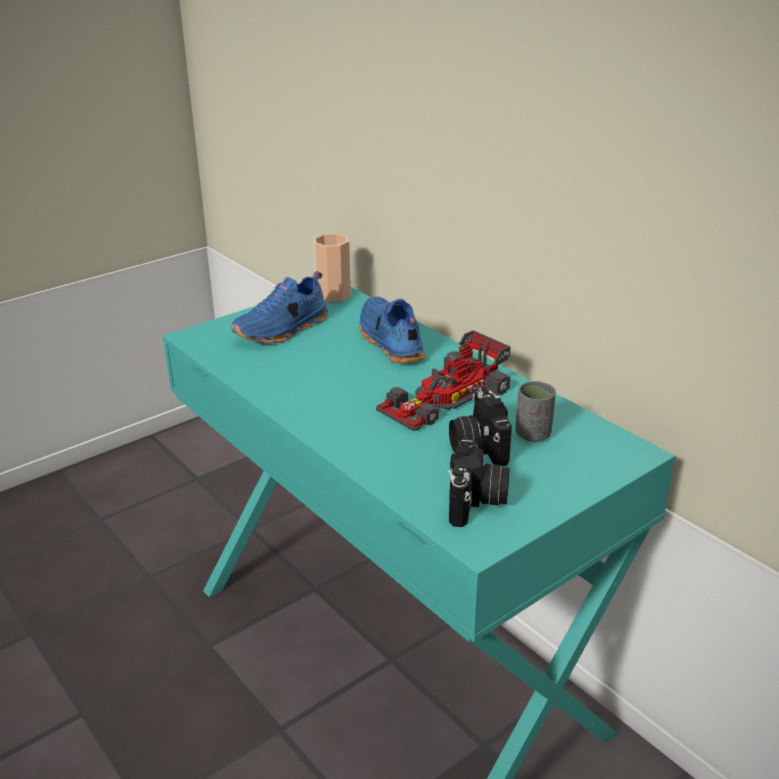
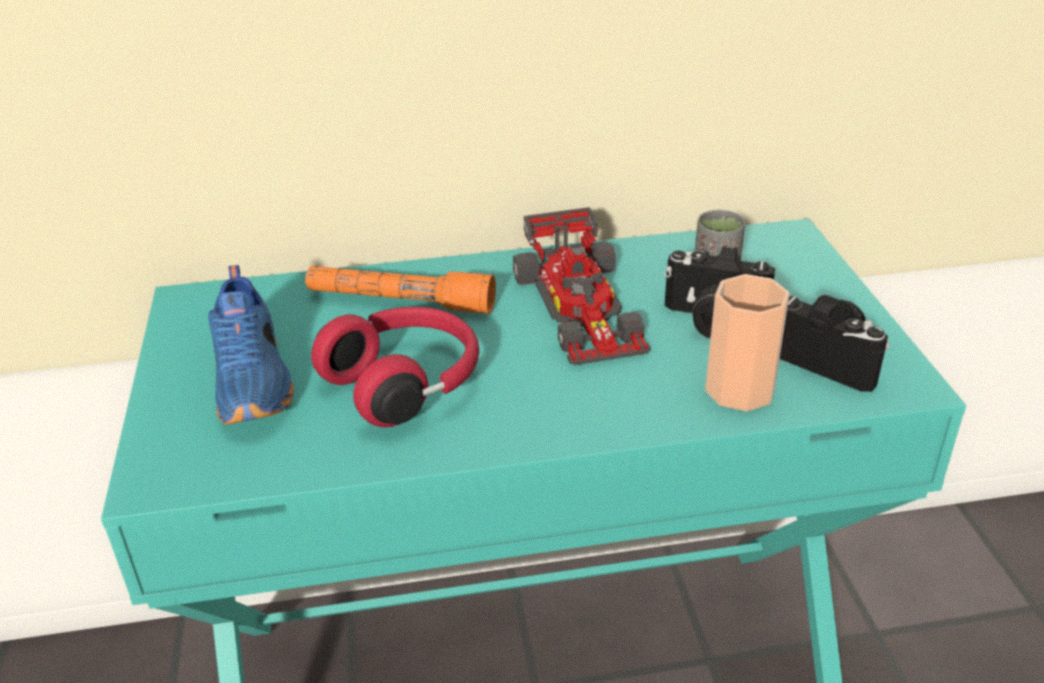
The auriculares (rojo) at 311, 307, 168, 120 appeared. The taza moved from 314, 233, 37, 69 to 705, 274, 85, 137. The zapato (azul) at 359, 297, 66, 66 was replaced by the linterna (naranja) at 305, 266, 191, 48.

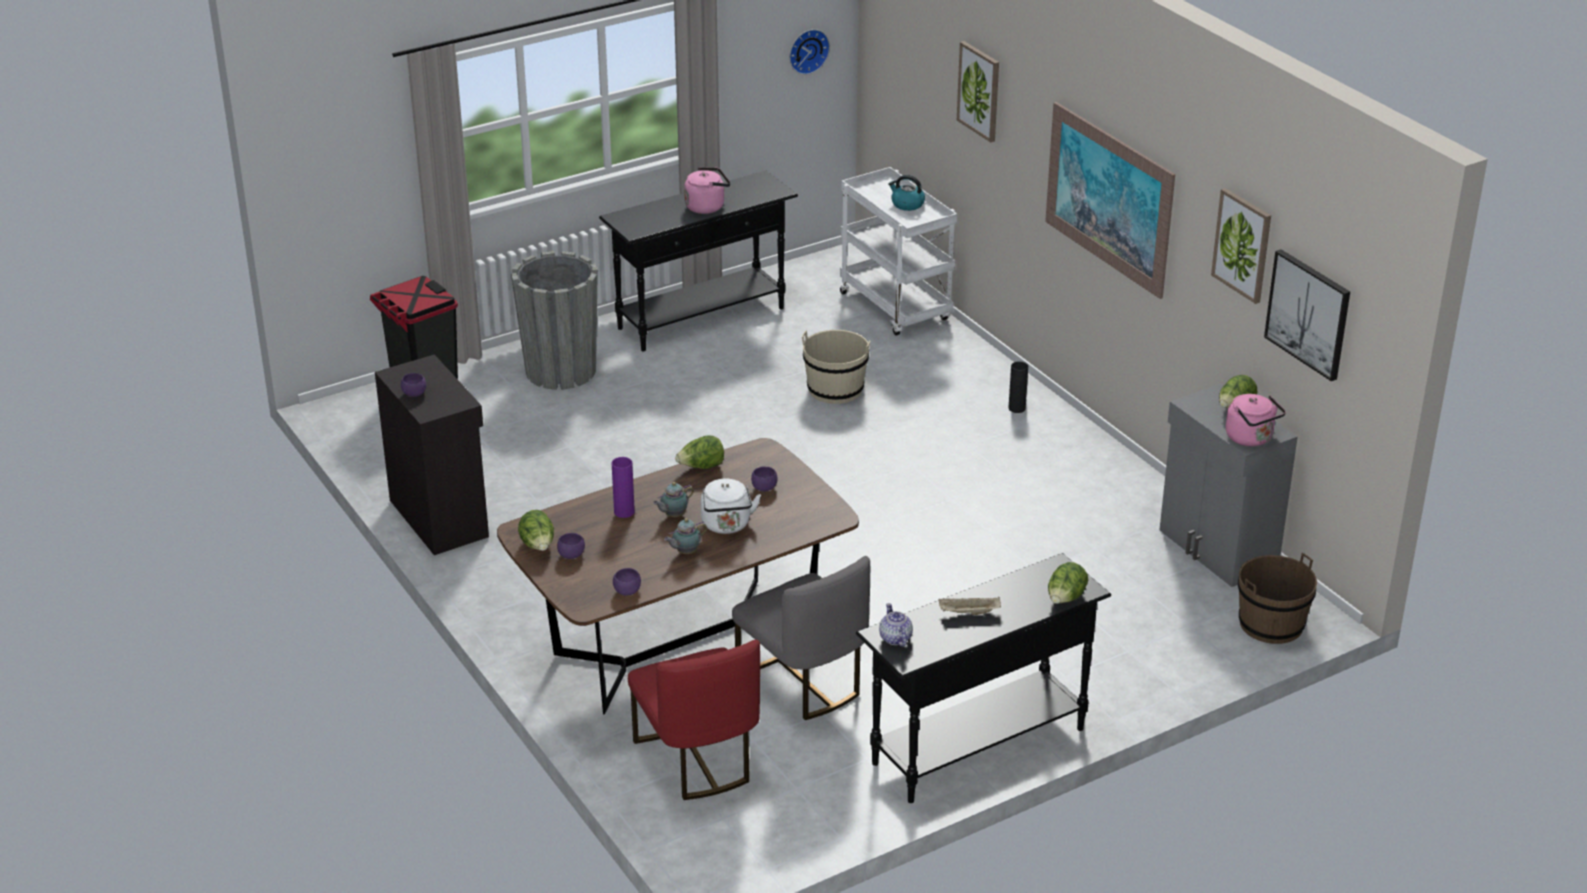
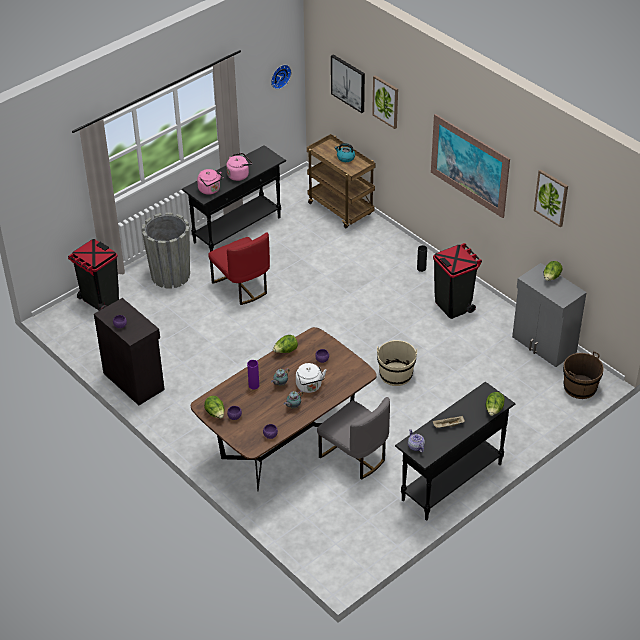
The papelera (negro) at 433, 243, 49, 76 appeared. The silla (rojo) moved from 628, 640, 132, 160 to 208, 232, 62, 73. The cubo (beis) moved from 802, 330, 69, 74 to 377, 340, 40, 46. The hervidor (rosa) moved from 1226, 394, 60, 52 to 197, 169, 27, 26. The cuadro moved from 1264, 249, 86, 132 to 331, 54, 34, 59. The carrito (blanco) at 840, 167, 117, 168 became the carrito (marrón) at 307, 134, 68, 94.

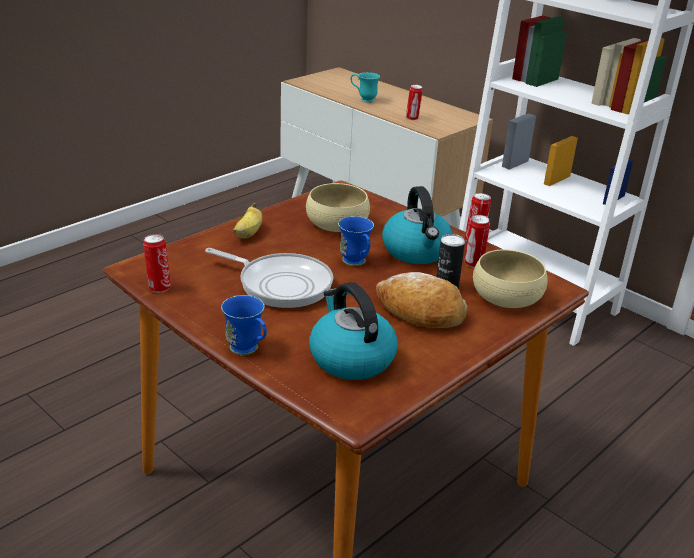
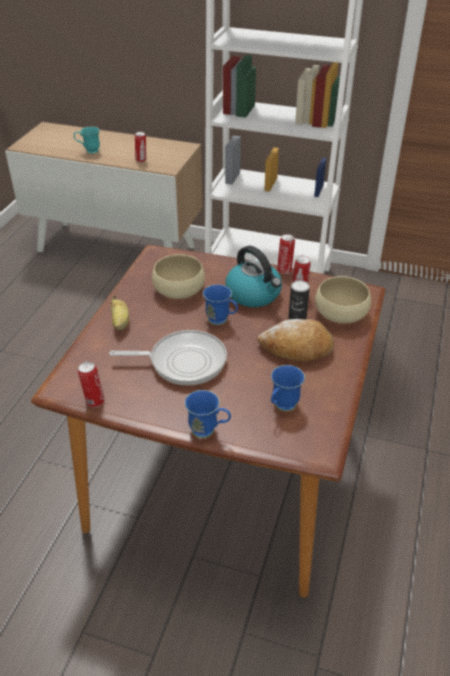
The hervidor at 309, 282, 89, 98 was replaced by the taza grande (azul) at 271, 365, 34, 46.

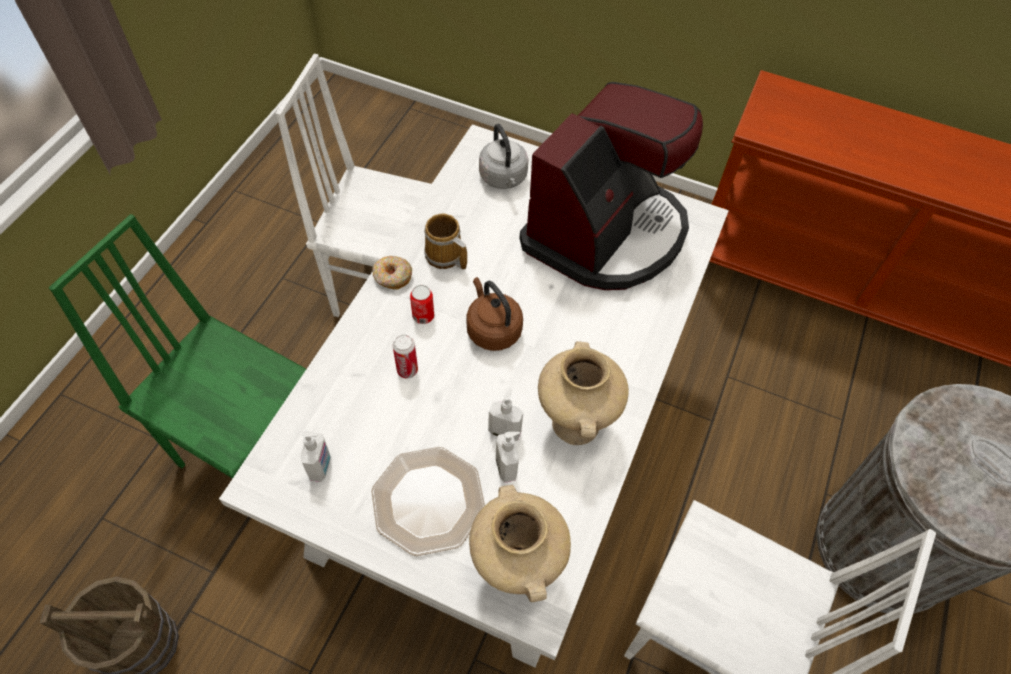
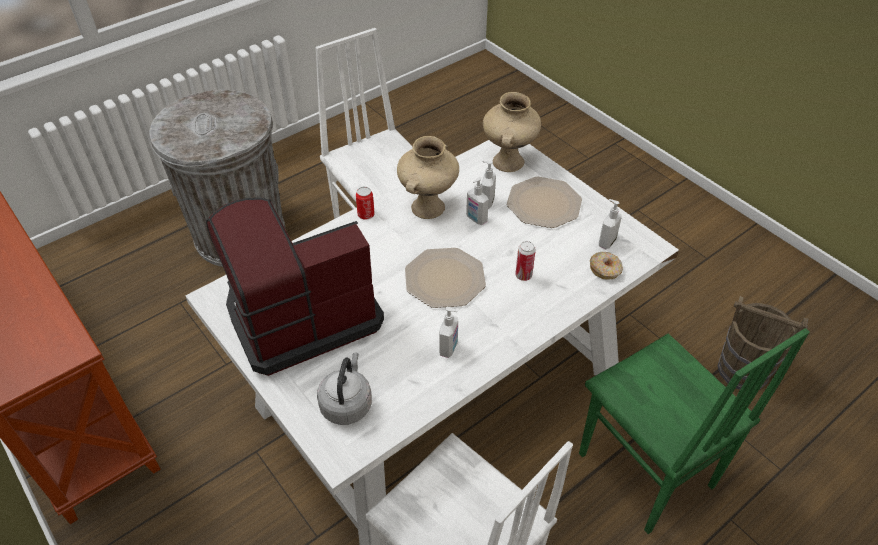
The rosquilla moved from 373, 256, 39, 34 to 590, 252, 33, 28. The lata moved from 410, 285, 24, 39 to 356, 187, 19, 33. The taza grande at 424, 213, 43, 57 was replaced by the dispensador de jabón at 439, 307, 19, 51. The hervidor (marrón) at 466, 277, 57, 74 was replaced by the plato at 405, 248, 81, 60.

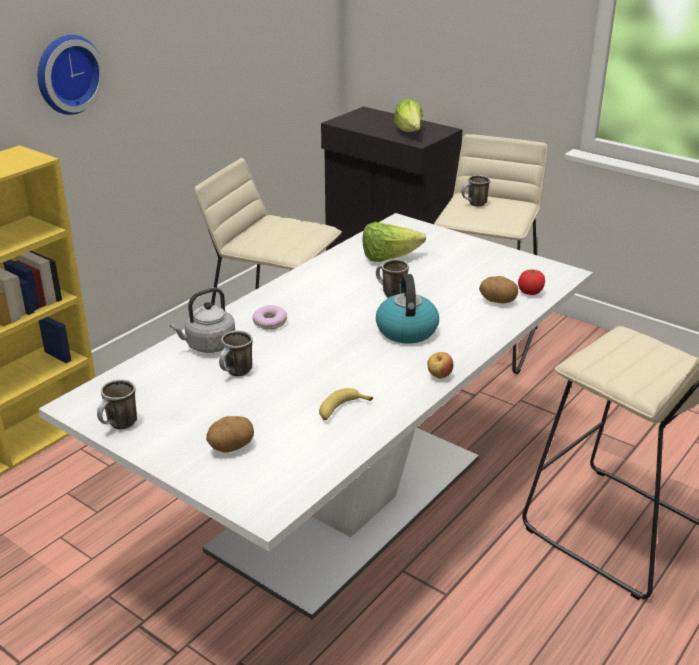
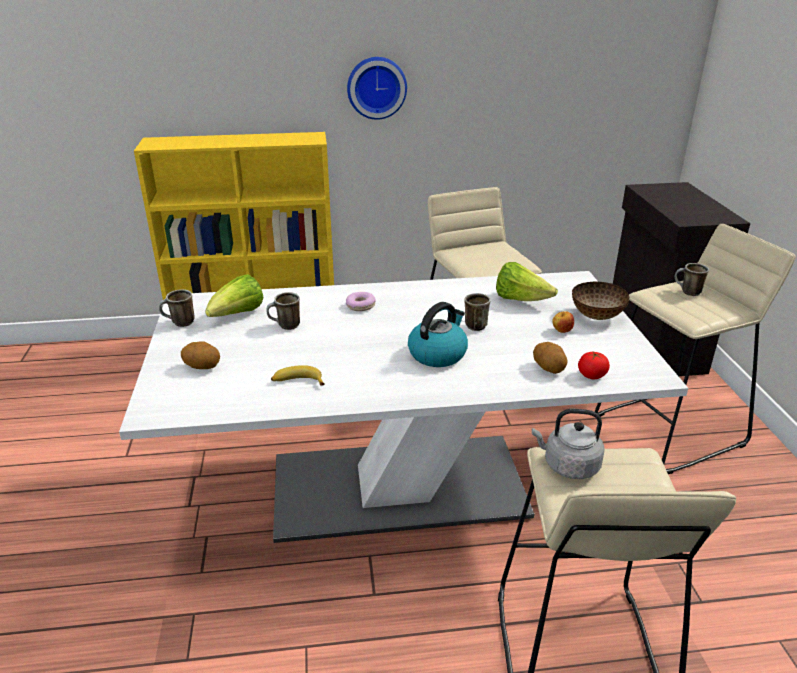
The cuenco at 572, 282, 58, 38 appeared. The hervidor (gris) moved from 170, 288, 65, 65 to 532, 409, 73, 70. The lechuga moved from 394, 99, 29, 33 to 205, 274, 59, 43. The manzana moved from 427, 352, 27, 26 to 552, 311, 22, 22.

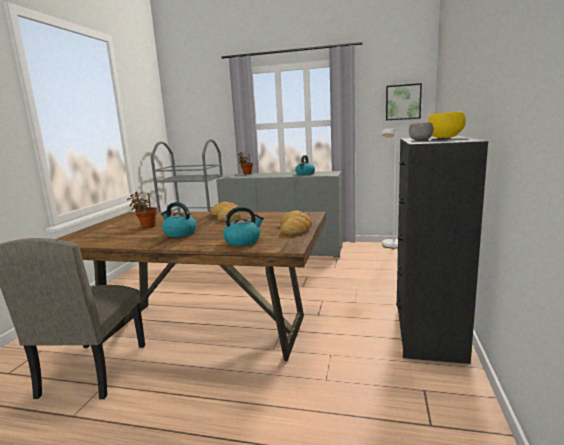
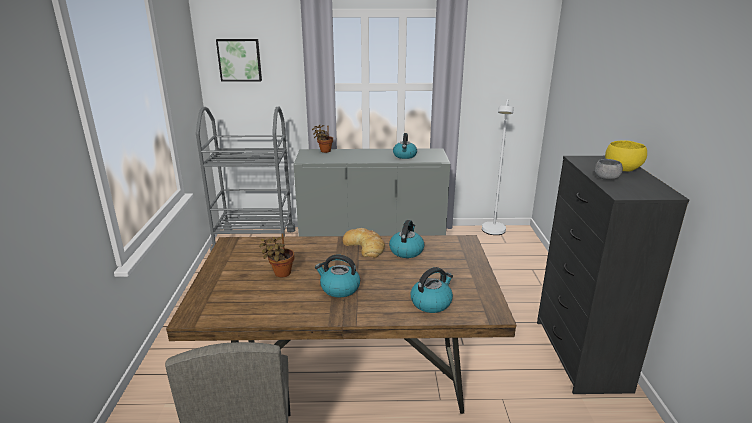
The pan at 280, 211, 32, 23 disappeared. The hervidor at 389, 220, 35, 38 appeared. The cuadro moved from 386, 83, 36, 37 to 216, 39, 46, 43.

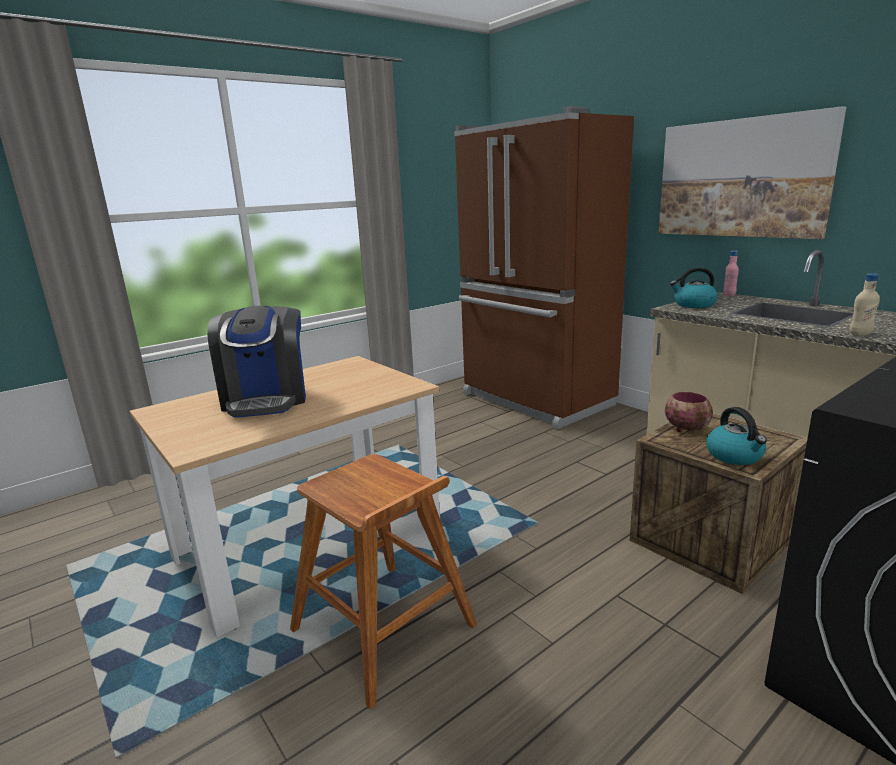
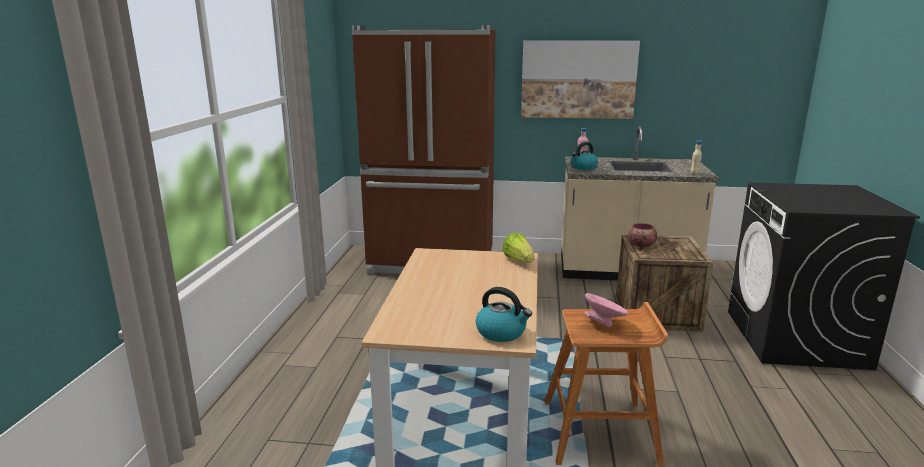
The cafetera at 207, 306, 99, 112 disappeared. The lechuga at 502, 233, 32, 30 appeared. The cuenco (rosa) at 584, 293, 44, 34 appeared. The hervidor moved from 707, 407, 60, 58 to 476, 287, 56, 55.

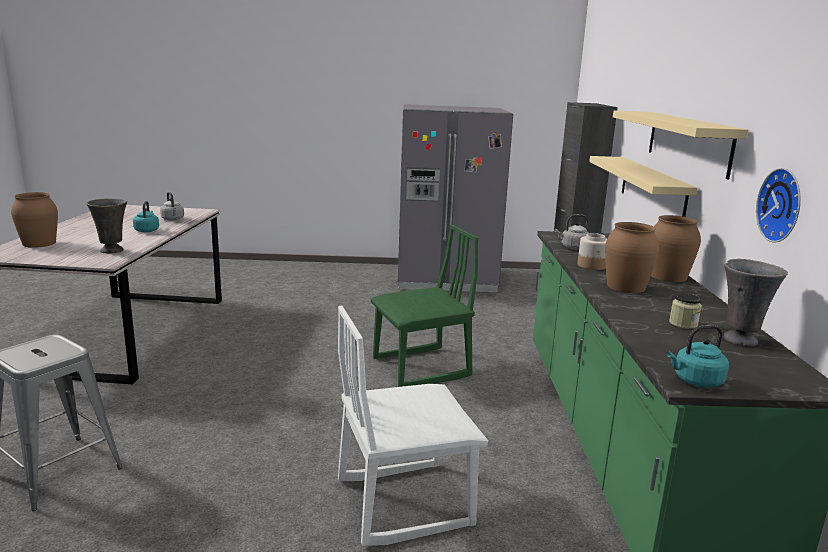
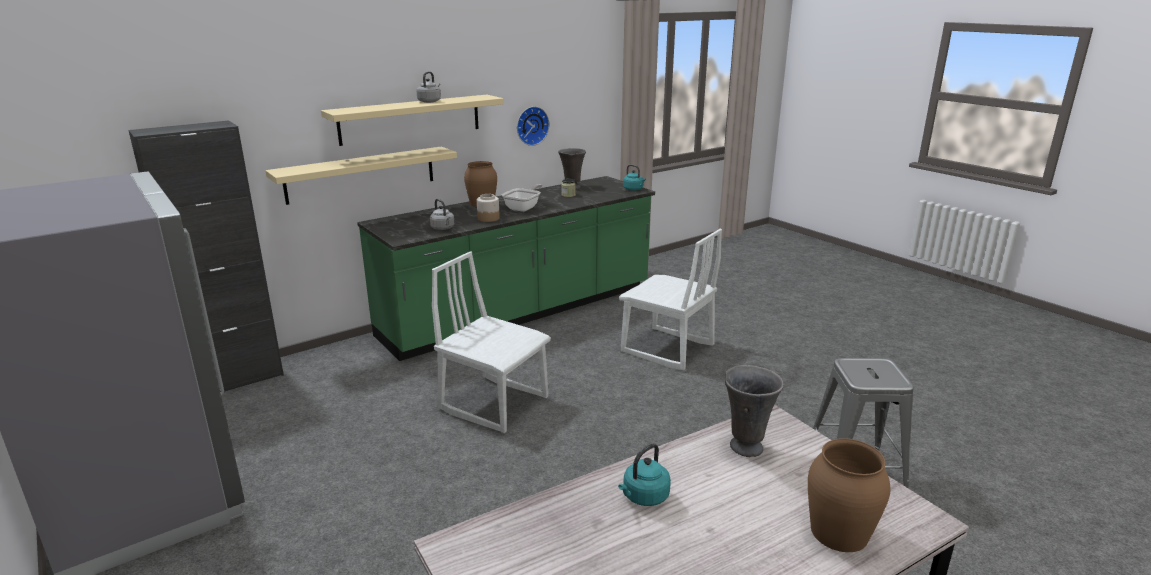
The hervidor (gris) moved from 160, 192, 24, 29 to 417, 71, 24, 32. The florero (marrón) at 605, 222, 54, 71 was replaced by the sartén at 502, 184, 40, 28. The silla (verde) at 370, 224, 108, 163 became the silla (blanco) at 432, 251, 119, 182.

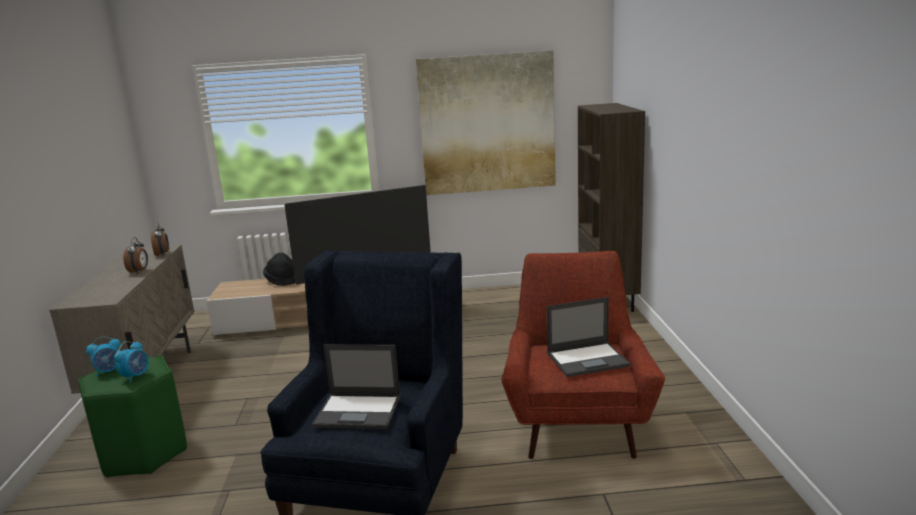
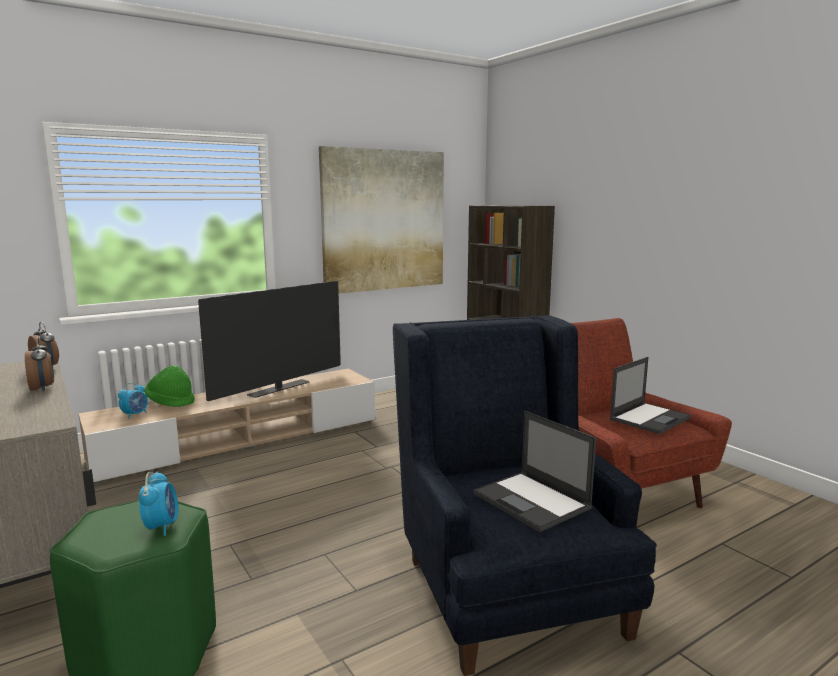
The despertador moved from 86, 336, 35, 41 to 118, 383, 30, 36. The sombrero (negro) at 263, 253, 32, 33 became the sombrero (verde) at 145, 366, 50, 41. The portátil at 312, 345, 89, 84 turned 75 degrees clockwise.

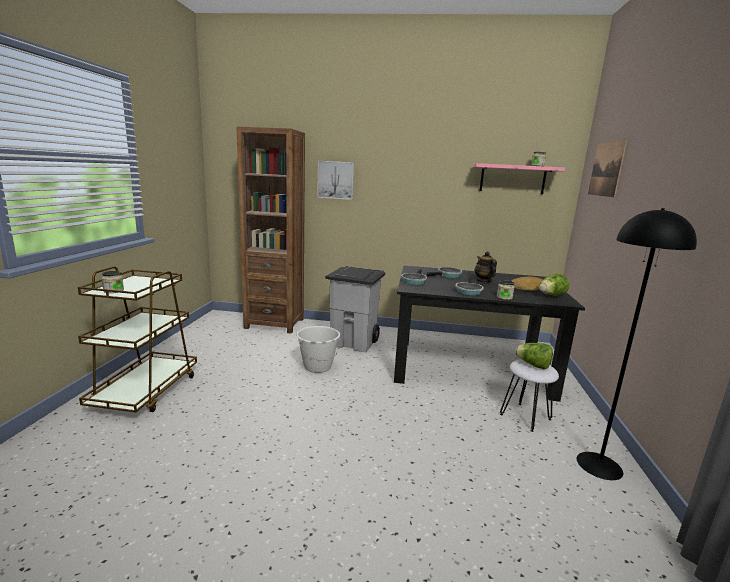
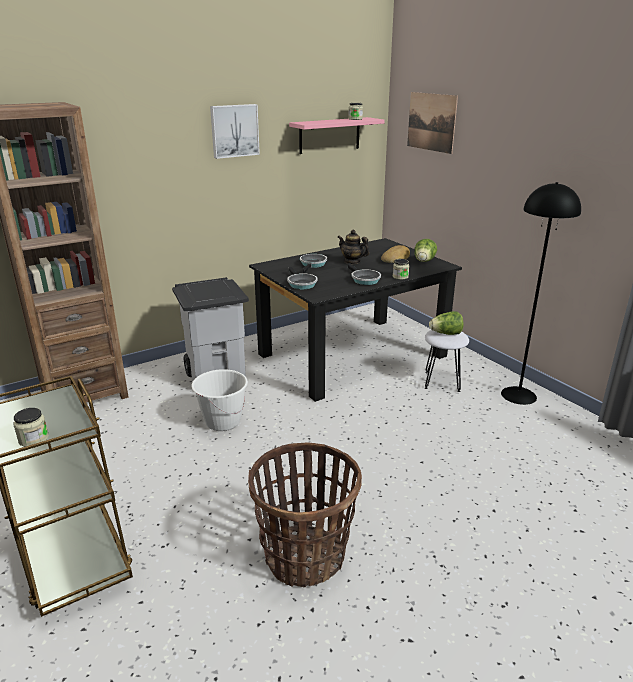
The cesta at 248, 442, 114, 146 appeared. The cuadro moved from 317, 161, 37, 39 to 210, 104, 50, 55.

